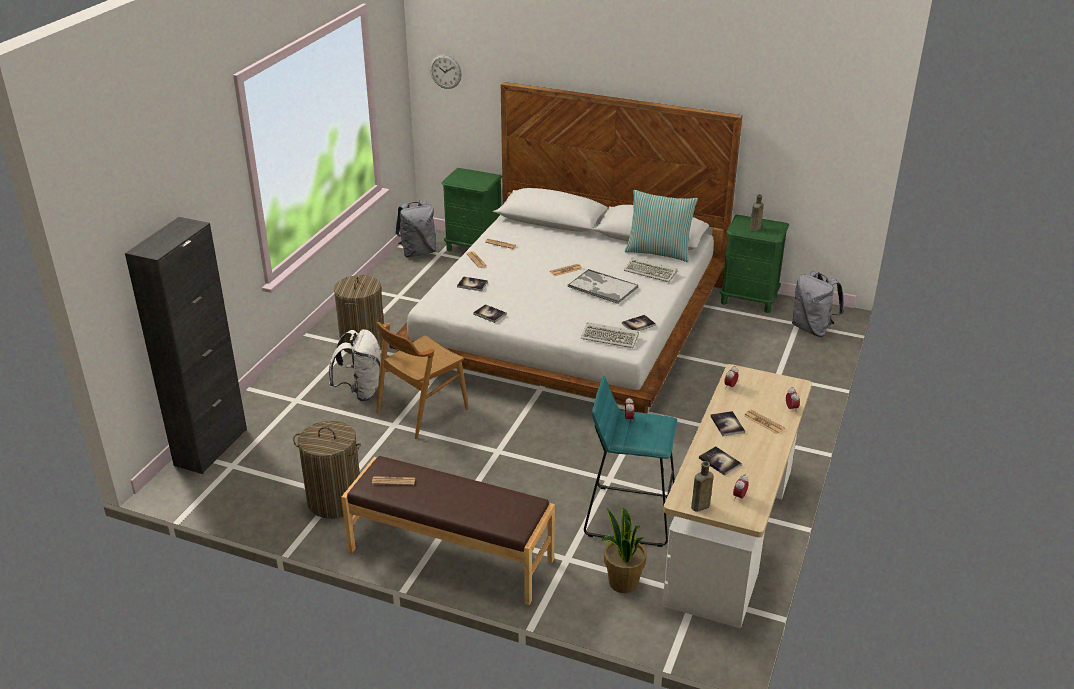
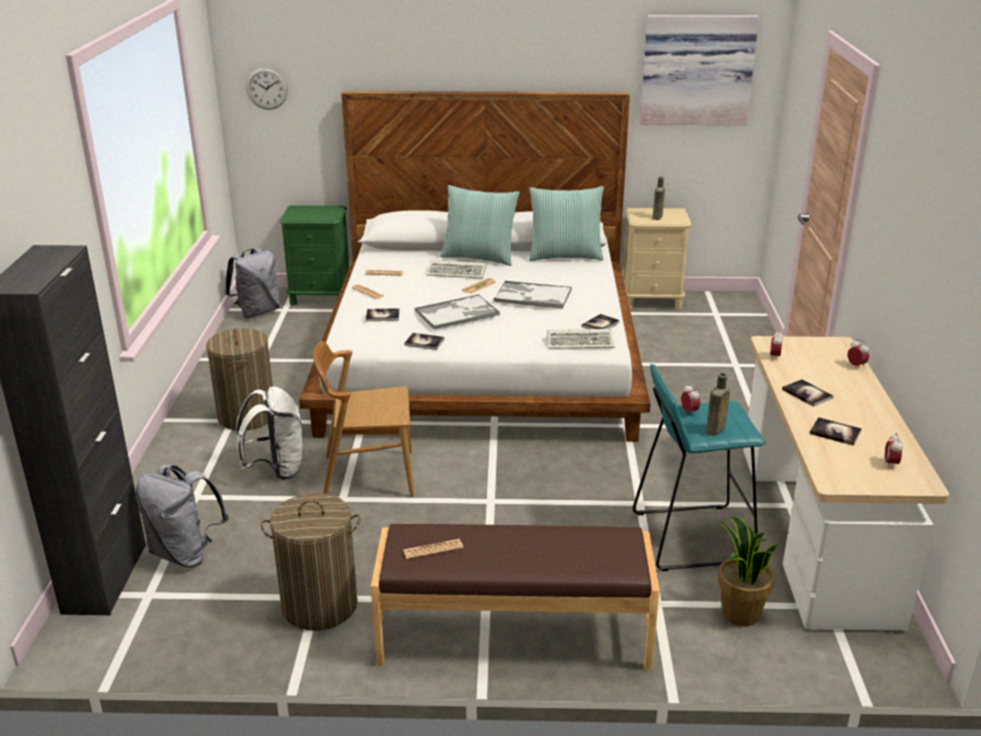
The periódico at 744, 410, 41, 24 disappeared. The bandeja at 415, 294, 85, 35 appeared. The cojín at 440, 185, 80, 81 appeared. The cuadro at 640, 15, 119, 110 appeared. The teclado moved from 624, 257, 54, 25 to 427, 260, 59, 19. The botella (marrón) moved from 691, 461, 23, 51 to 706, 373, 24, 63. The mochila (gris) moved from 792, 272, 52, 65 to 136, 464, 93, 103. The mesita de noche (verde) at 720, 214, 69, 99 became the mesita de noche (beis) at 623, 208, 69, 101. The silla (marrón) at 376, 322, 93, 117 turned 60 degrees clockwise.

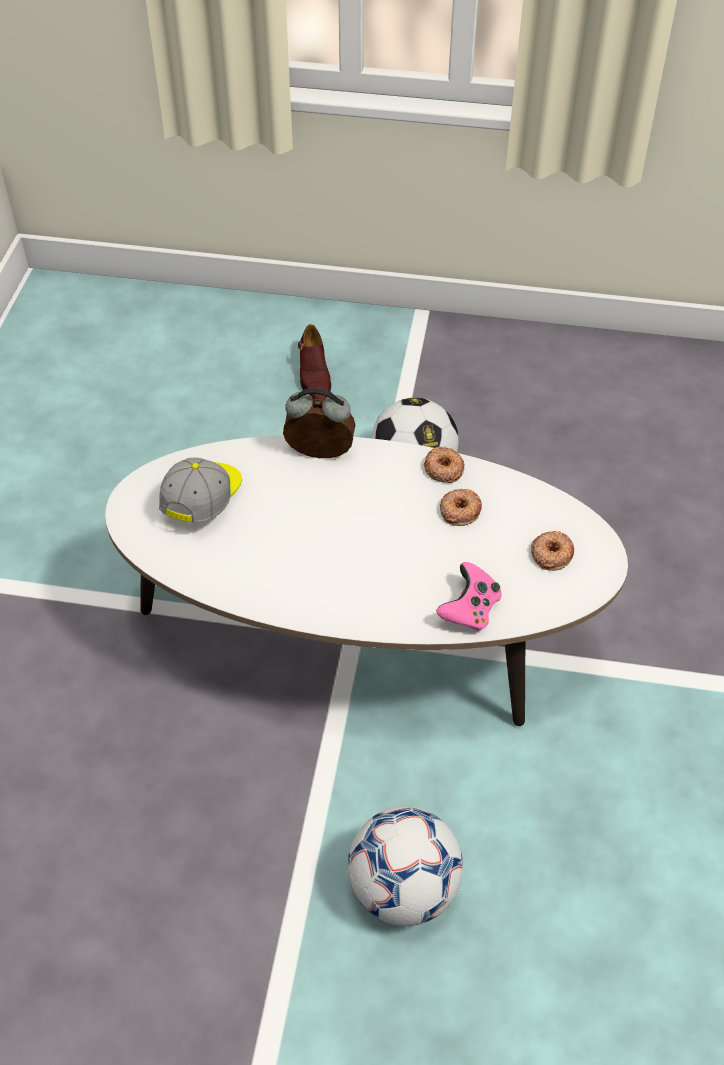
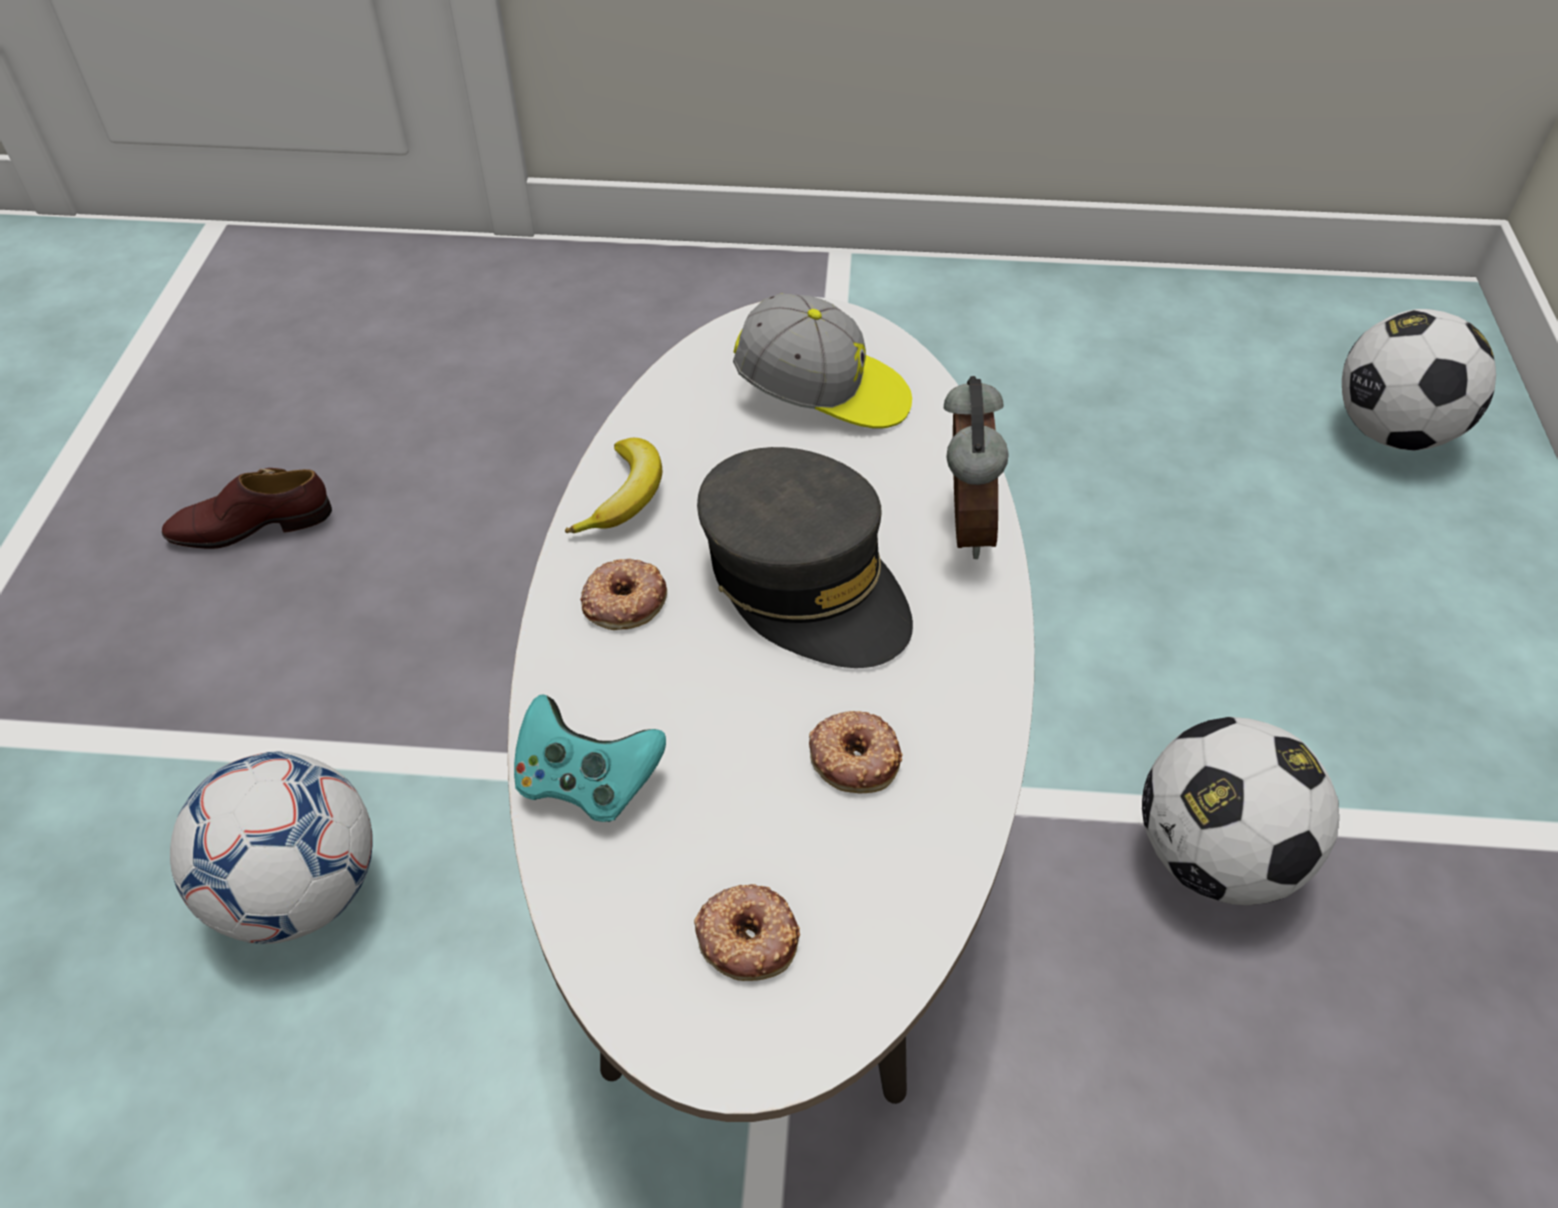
The plátano at 565, 438, 97, 95 appeared. The gorra (gris) at 697, 447, 216, 221 appeared. The balón de fútbol at 1342, 309, 154, 142 appeared. The zapato (marrón) moved from 298, 324, 33, 76 to 162, 468, 170, 81. The rosquilla moved from 424, 446, 40, 37 to 580, 559, 87, 71. The mando de consola (rosa) at 436, 562, 66, 69 became the mando de consola (turquesa) at 514, 694, 152, 128.

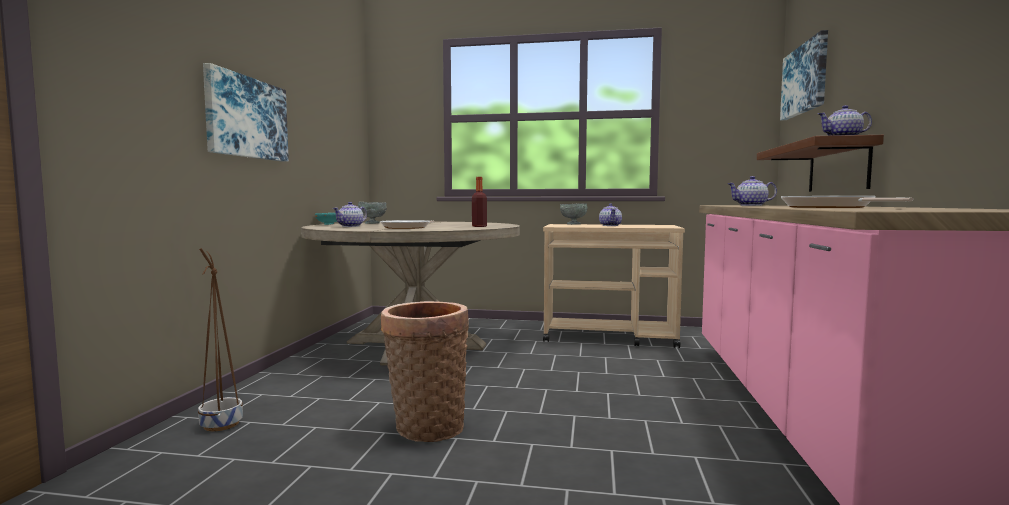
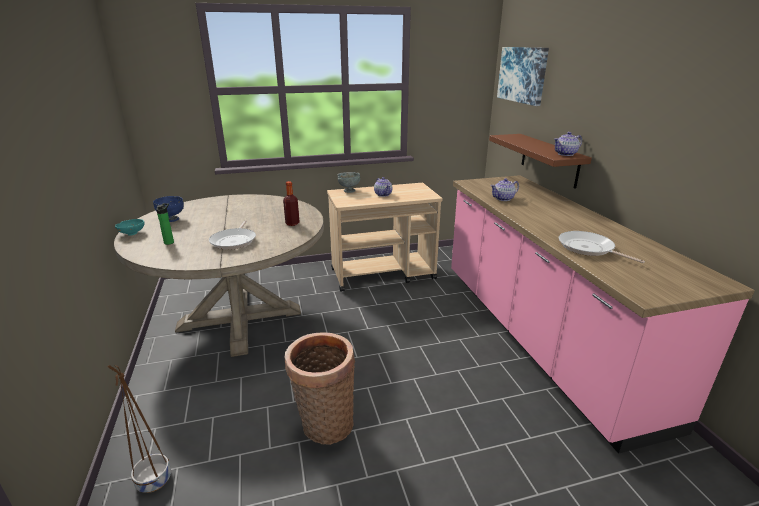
The cuadro at 203, 63, 86, 99 disappeared. The tetera at 333, 202, 34, 25 was replaced by the botella at 156, 203, 18, 42. The cuenco (gris) at 358, 202, 29, 22 became the cuenco (azul) at 153, 196, 31, 26.

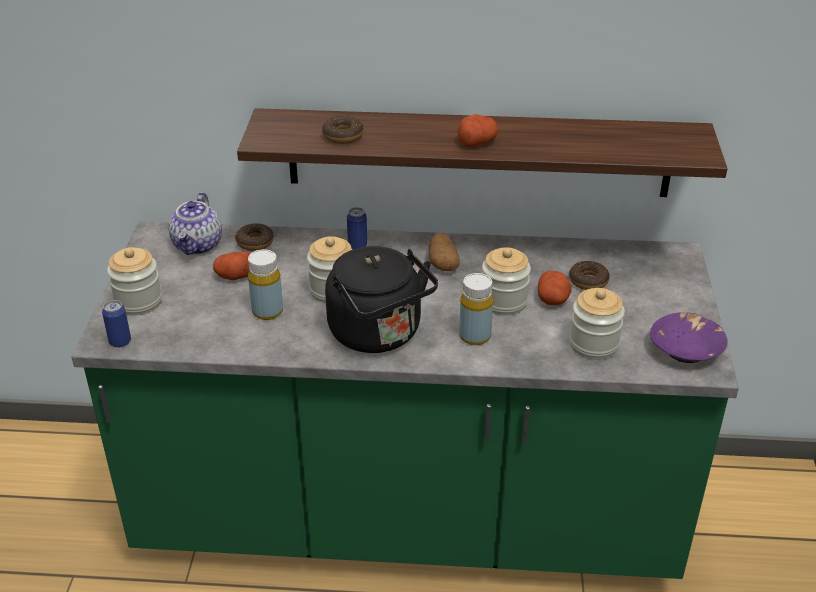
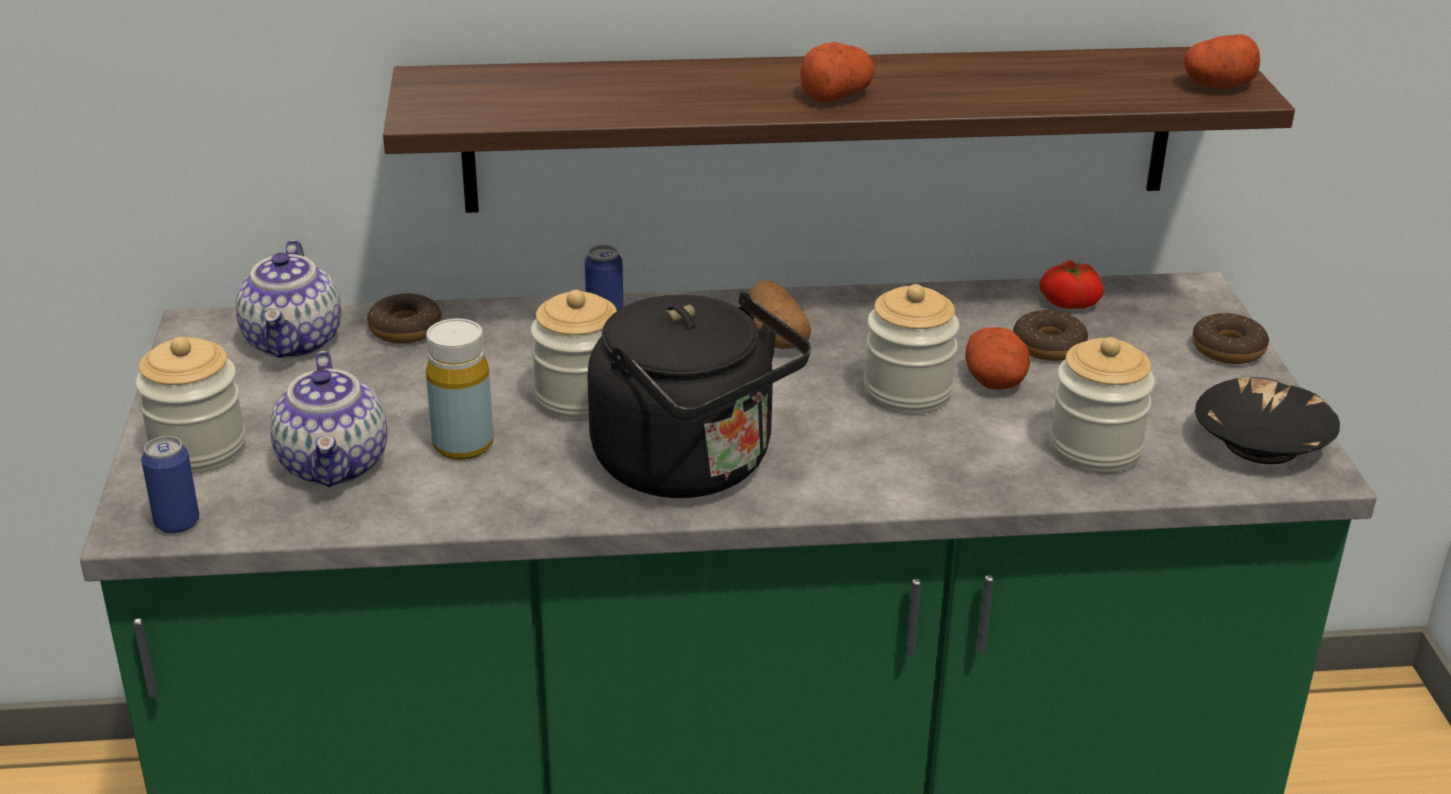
The botella (amarillo) at 459, 273, 34, 72 disappeared. The tetera at 270, 351, 117, 136 appeared. The tomate at 1040, 260, 64, 49 appeared. The patata moved from 213, 252, 37, 28 to 1184, 34, 76, 55. The rosquilla moved from 322, 116, 42, 28 to 1192, 313, 77, 51. The cuenco (morado) at 650, 312, 78, 51 became the cuenco (negro) at 1195, 377, 145, 87.

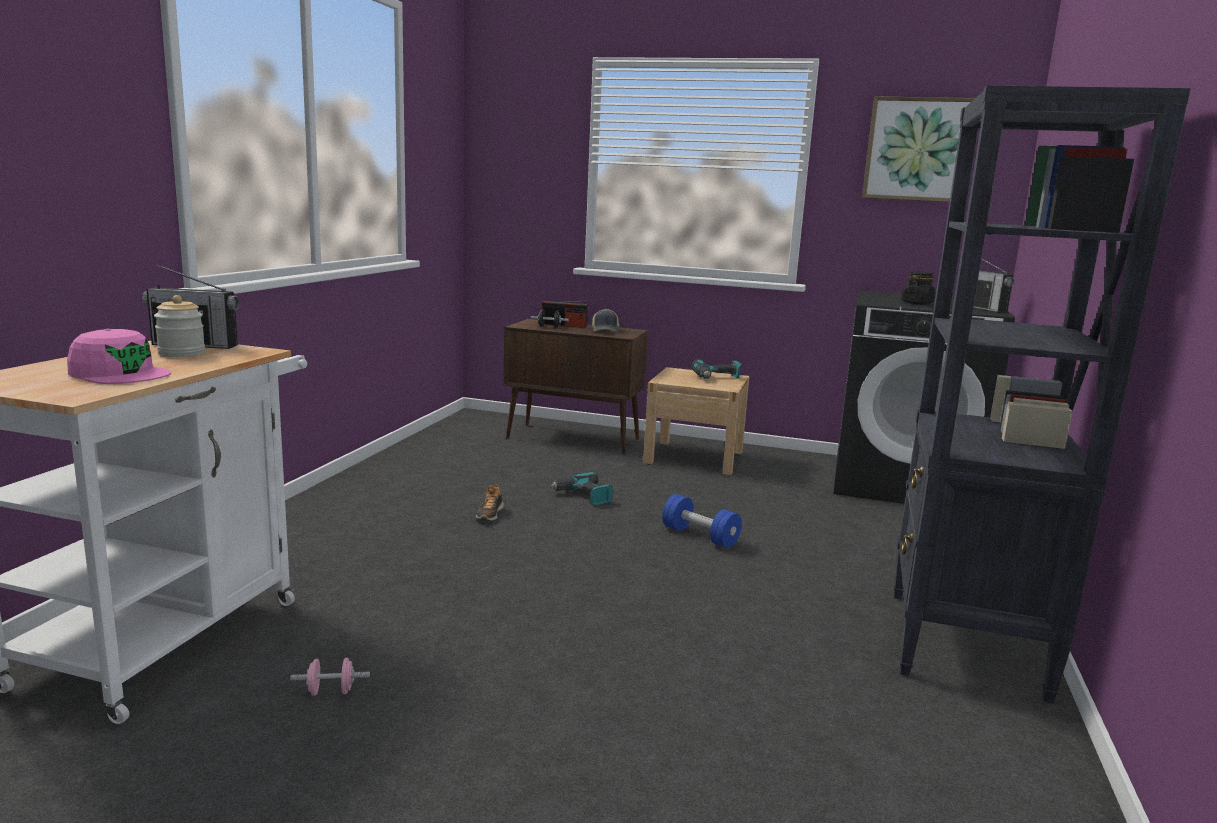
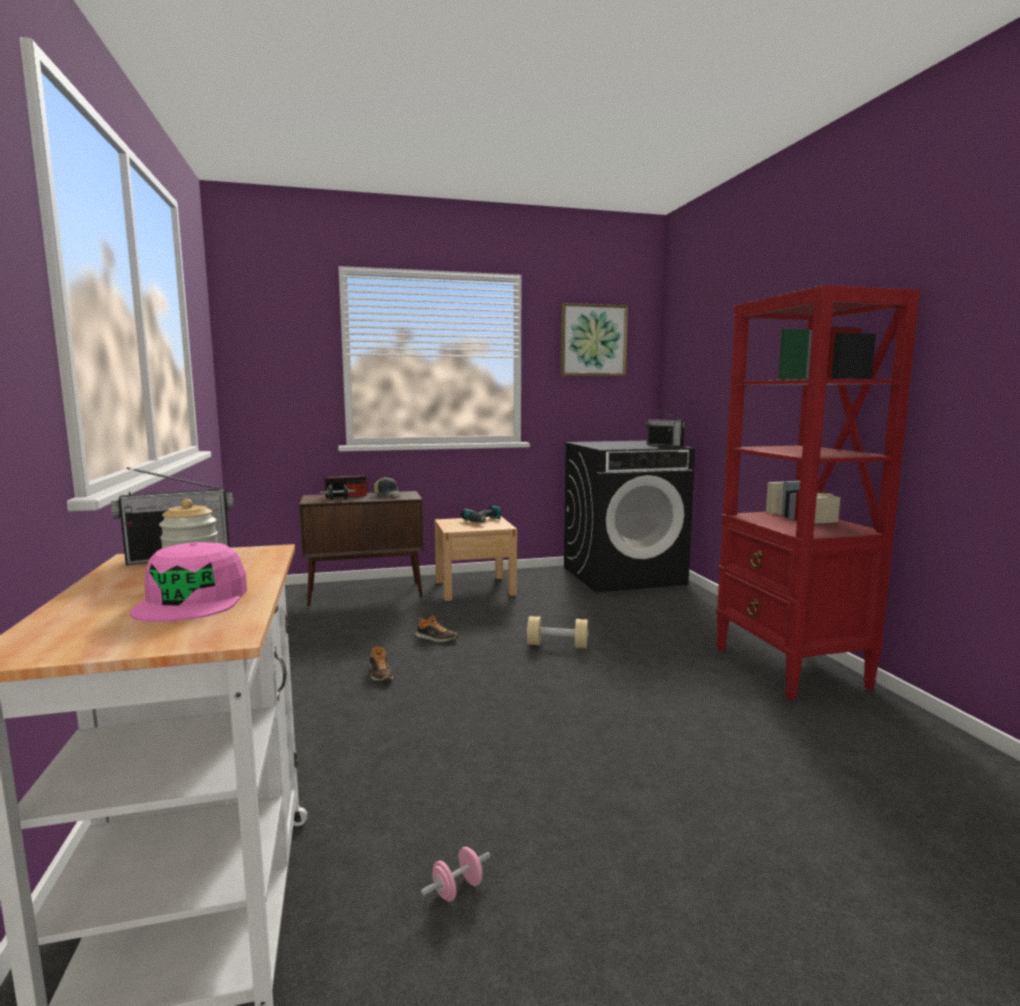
The tarro (negro) at 901, 271, 35, 34 disappeared. The taladro at 549, 472, 64, 33 was replaced by the zapato at 415, 615, 43, 27. The mancuerna (azul) at 662, 494, 80, 54 became the mancuerna (beis) at 527, 616, 62, 32. The estantería (negro) at 894, 85, 297, 619 became the estantería (rojo) at 716, 285, 204, 416. The gorra (rosa) at 67, 329, 104, 55 turned 90 degrees clockwise.

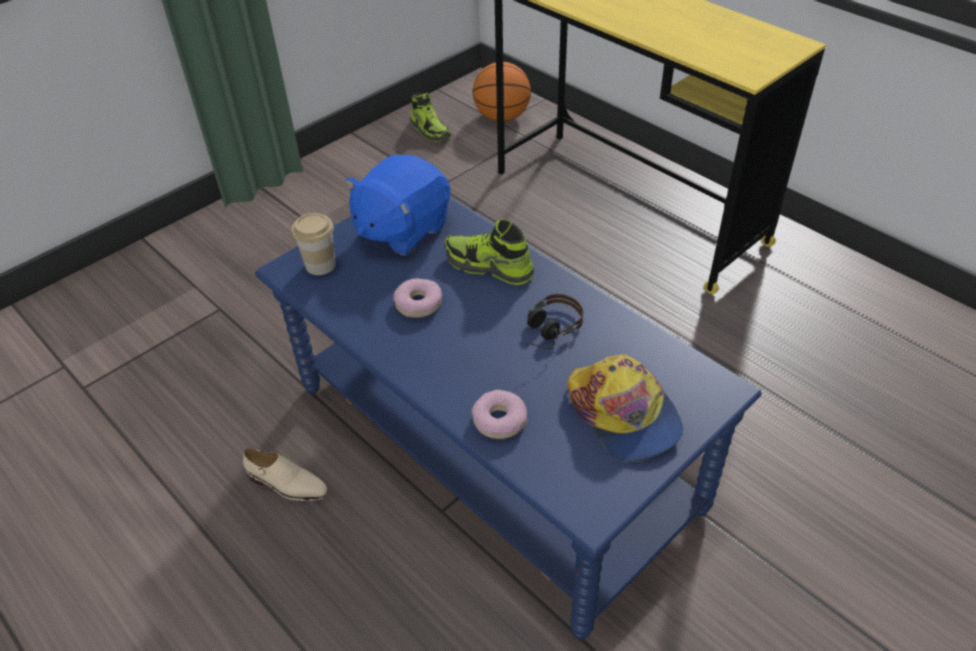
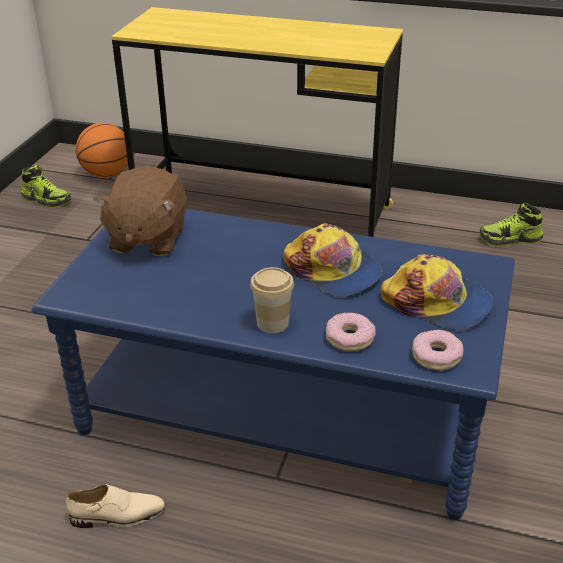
The taza moved from 292, 213, 44, 62 to 250, 267, 44, 66. The rosquilla moved from 393, 278, 49, 40 to 412, 330, 52, 41. The zapato moved from 444, 219, 90, 66 to 480, 202, 63, 44. The auriculares at 525, 294, 58, 55 was replaced by the gorra at 284, 223, 98, 74. The peluche (azul) at 345, 155, 106, 100 became the peluche (marrón) at 93, 166, 93, 90.

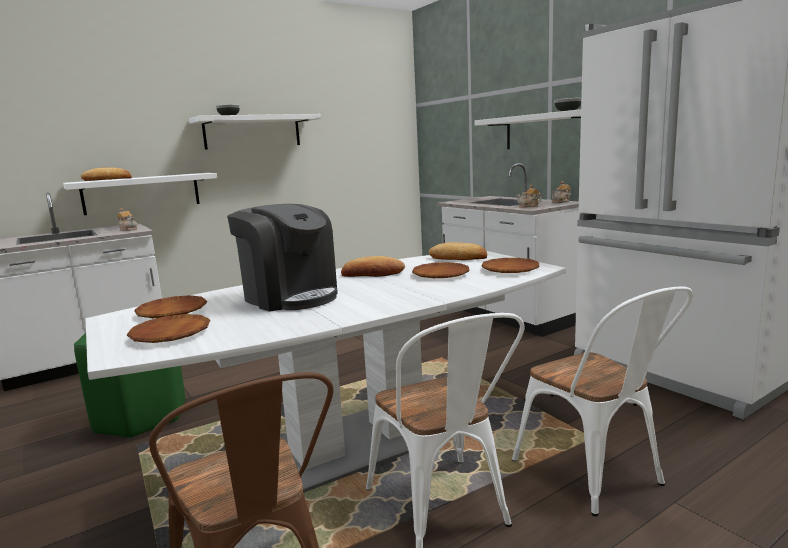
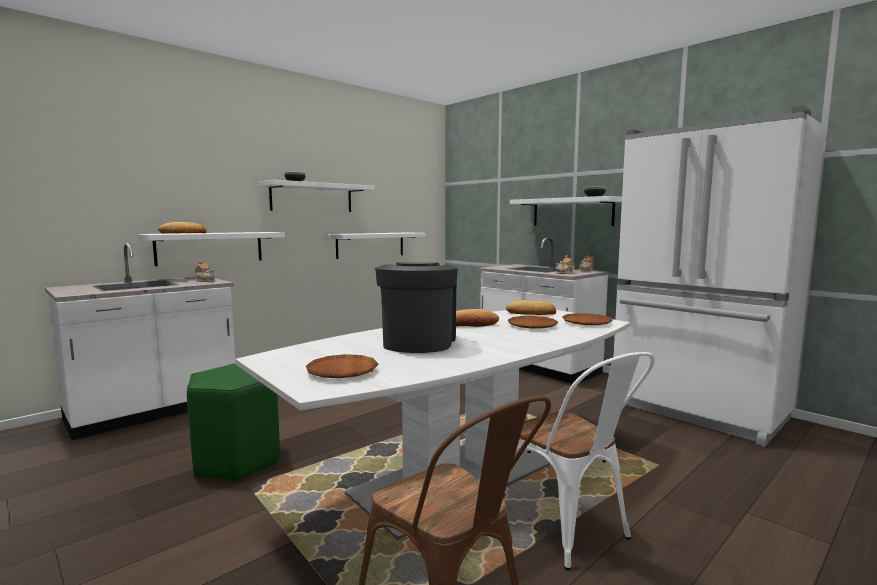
The plato (marrón) at 134, 295, 73, 23 disappeared. The silla (blanco) at 512, 286, 181, 230 disappeared. The estante (blanco) at 327, 232, 99, 27 appeared. The cafetera at 227, 204, 111, 108 turned 120 degrees counterclockwise.

